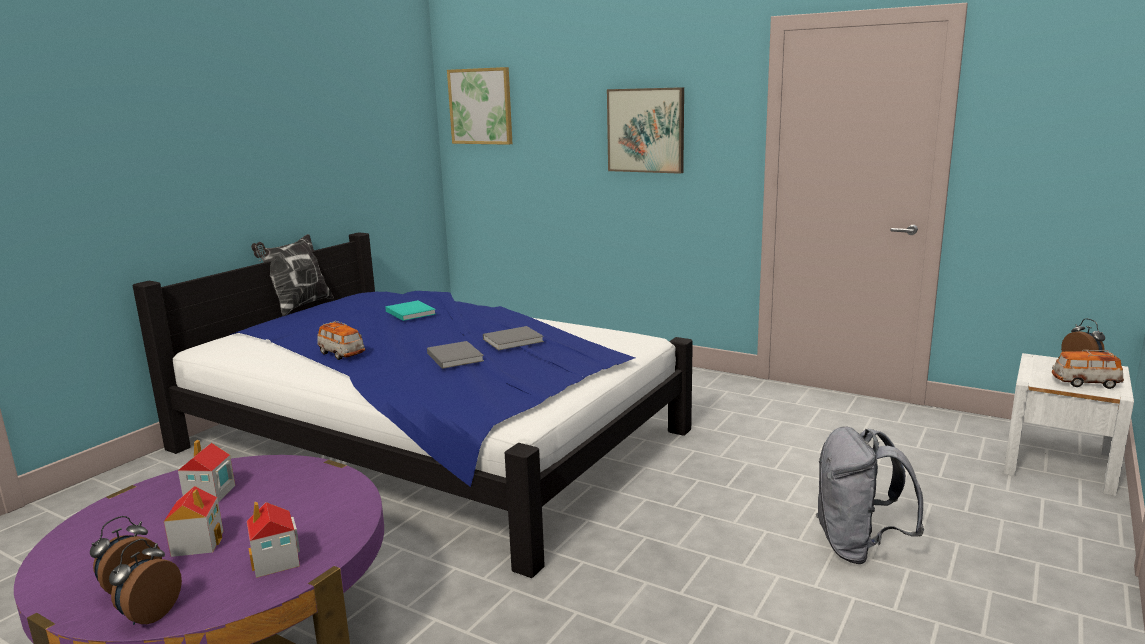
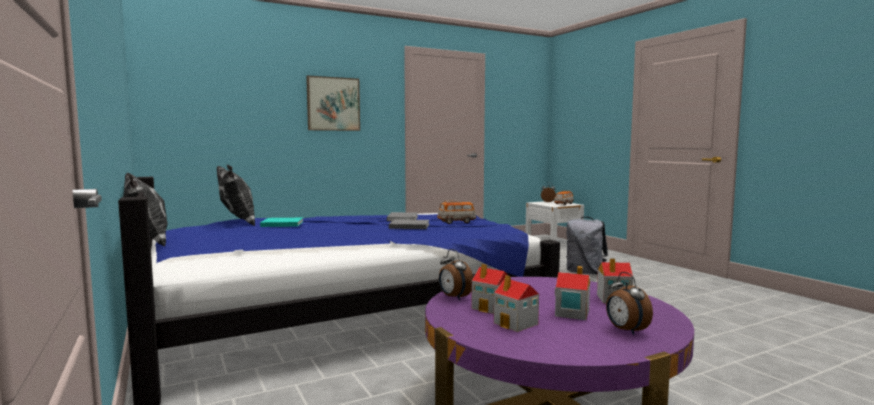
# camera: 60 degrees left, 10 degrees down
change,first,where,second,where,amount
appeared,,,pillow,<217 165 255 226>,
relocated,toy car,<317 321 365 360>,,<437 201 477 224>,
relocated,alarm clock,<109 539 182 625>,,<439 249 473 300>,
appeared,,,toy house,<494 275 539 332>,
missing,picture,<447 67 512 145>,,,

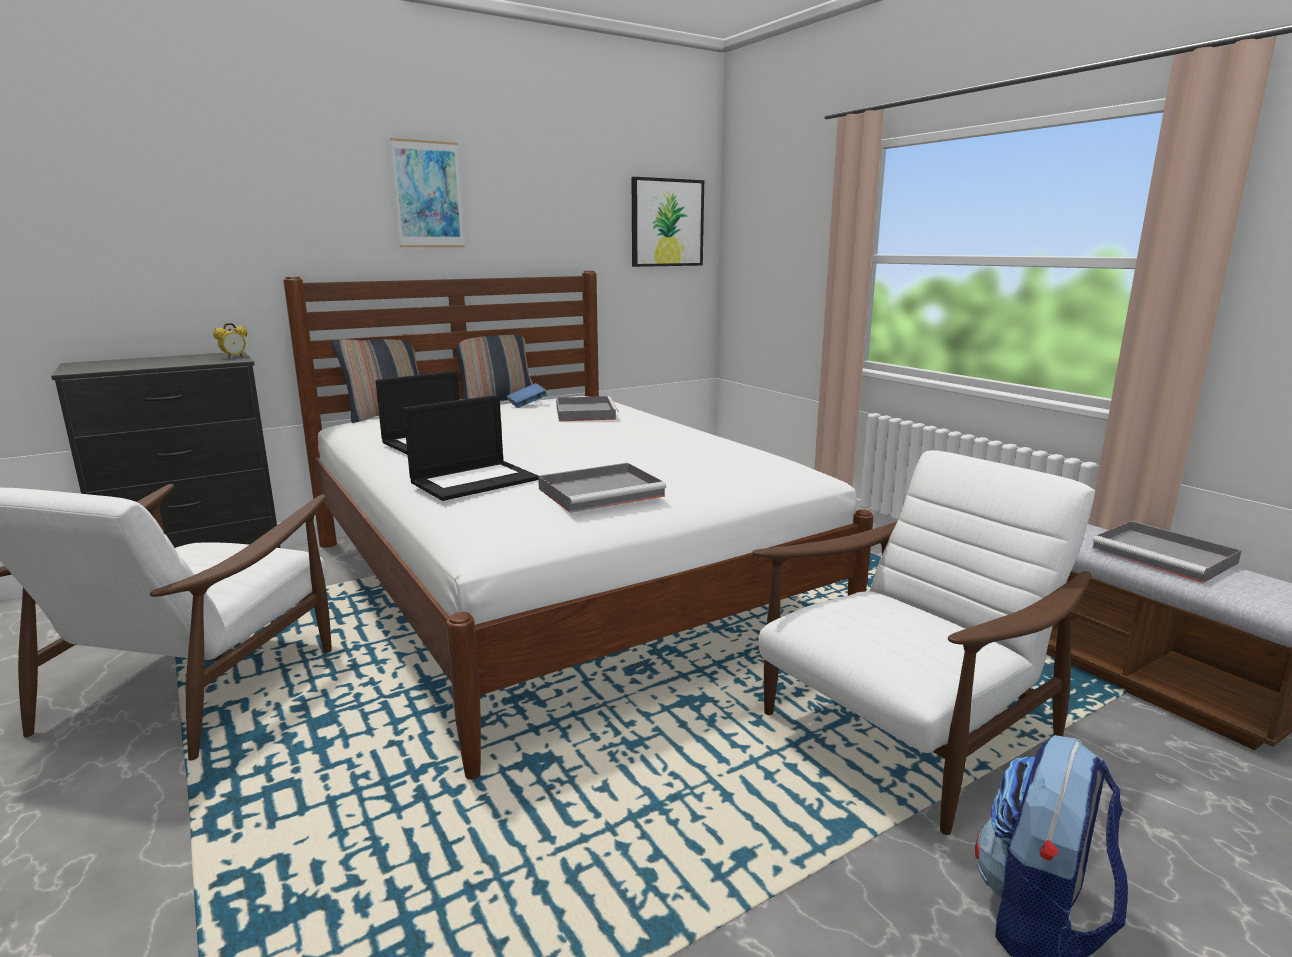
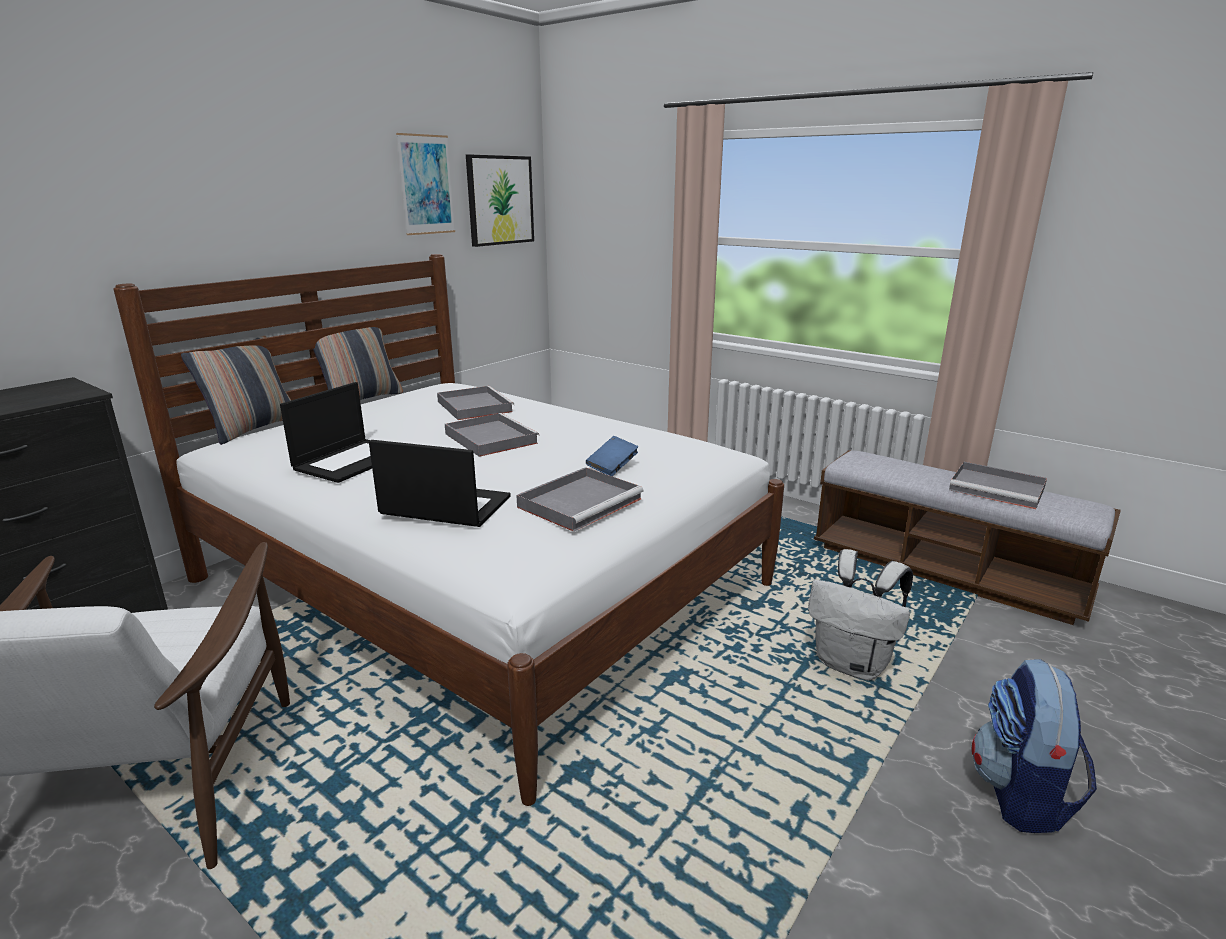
# camera: 20 degrees left, 5 degrees up
change,first,where,second,where,amount
spun,laptop,<403 395 538 501>,,<369 440 511 527>,105 degrees counterclockwise
relocated,picture,<390 138 465 247>,,<396 133 455 235>,
appeared,,,tray (grey),<445 413 539 457>,
relocated,book (blue),<507 383 547 408>,,<586 436 639 476>,
exchanged,armchair (white),<752 450 1095 835>,backpack (white),<808 549 913 680>,
missing,alarm clock,<213 323 247 358>,,,

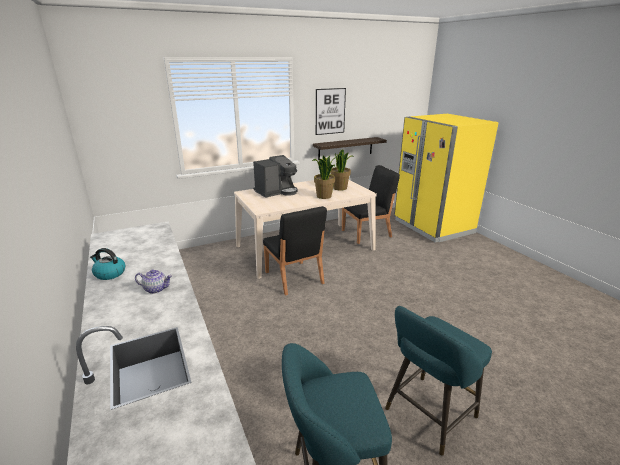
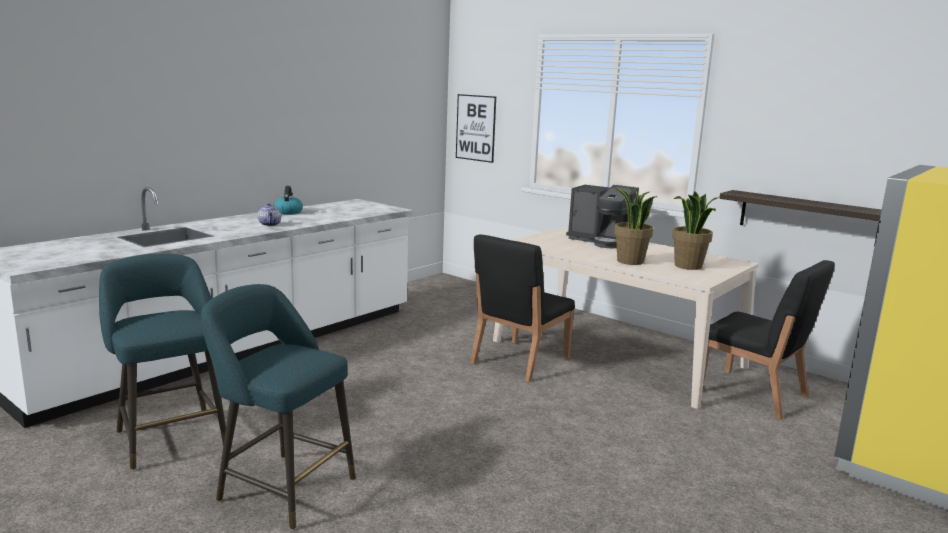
# camera: 65 degrees right, 10 degrees down
change,first,where,second,where,amount
relocated,picture,<316 88 346 135>,,<456 94 496 163>,

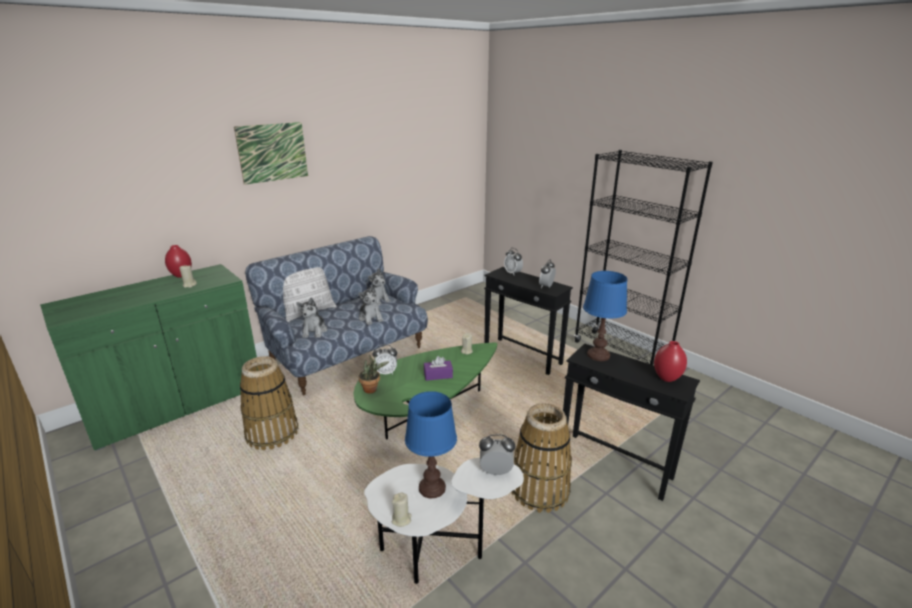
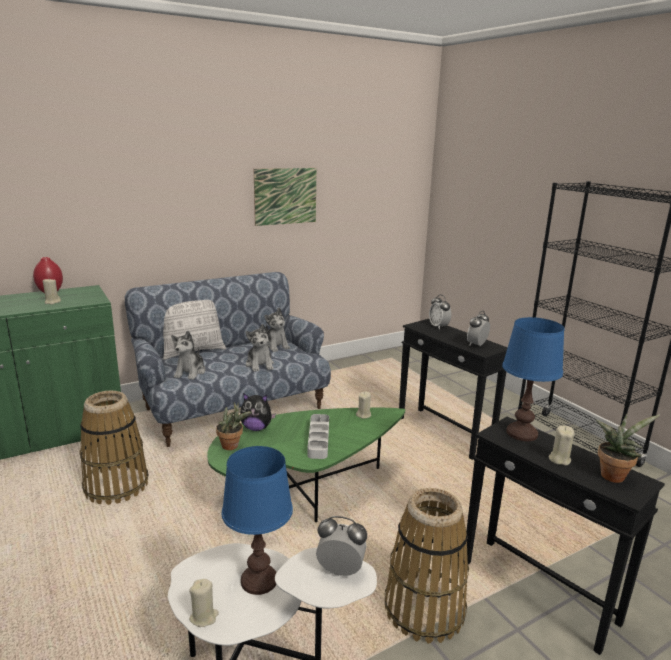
# camera: 10 degrees right, 5 degrees down
change,first,where,second,where,amount
exchanged,alarm clock,<372 344 397 374>,plush toy,<240 393 276 431>,
relocated,picture,<234 122 308 185>,,<254 168 317 226>,
exchanged,tissue box (purple),<424 356 453 381>,tray (grey),<307 414 329 459>,
appeared,,,candle (beige),<549 426 574 465>,
exchanged,vase (red),<654 341 687 382>,potted plant,<595 414 660 483>,

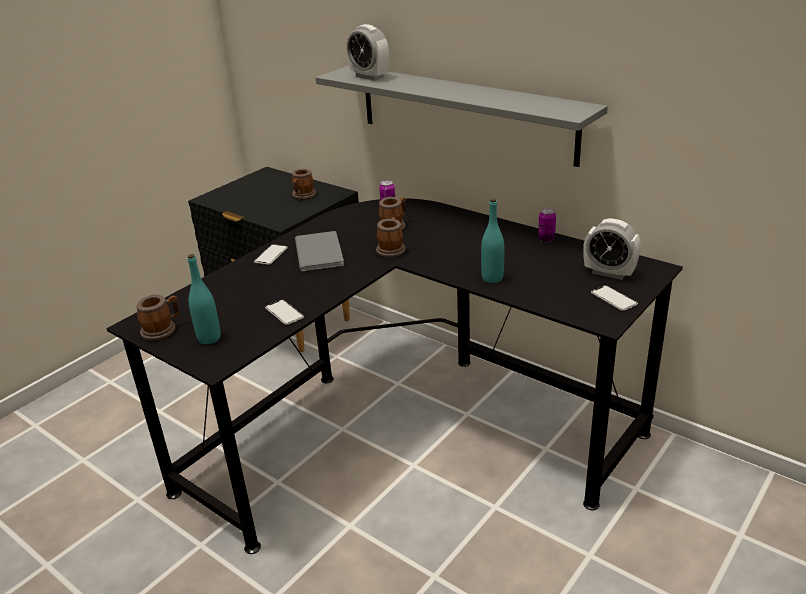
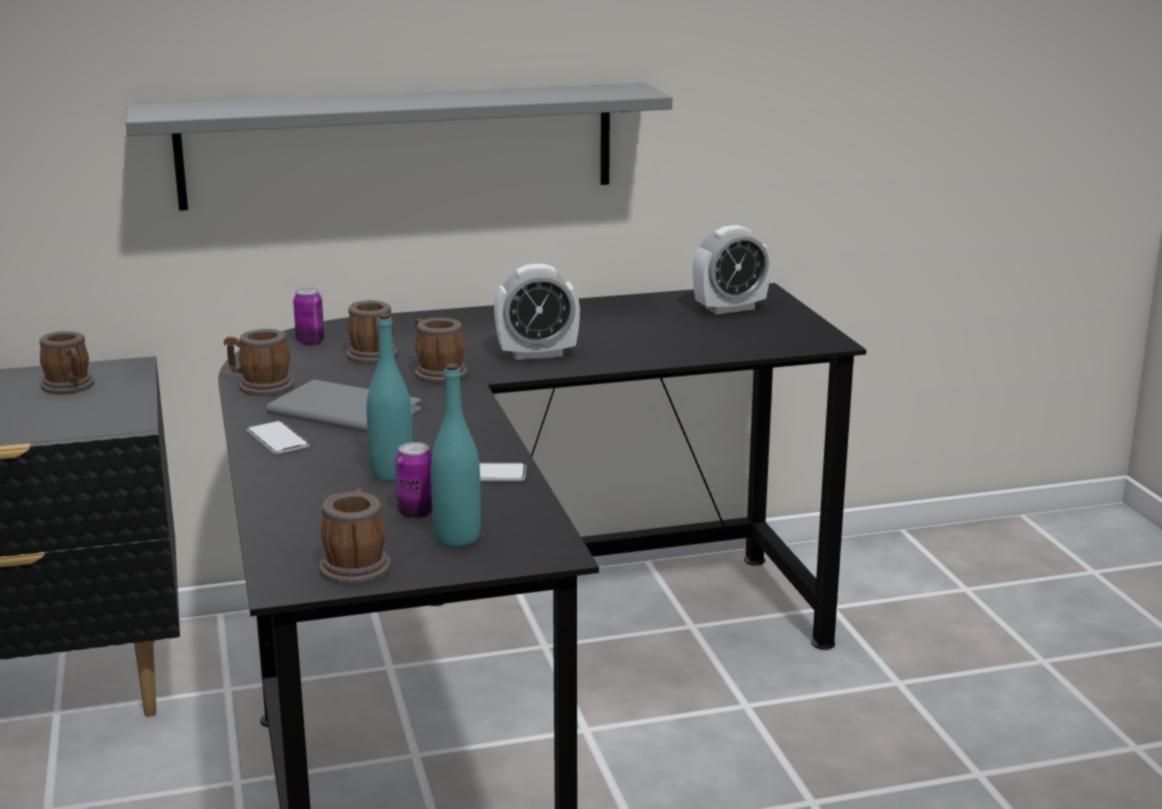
# camera: 55 degrees left, 10 degrees down
change,first,where,second,where,amount
appeared,,,mug,<224 329 294 396>,
relocated,bottle (turquoise),<481 198 504 283>,,<367 313 413 481>,
relocated,can,<538 208 556 243>,,<395 442 432 519>,
relocated,alarm clock,<347 24 389 81>,,<494 264 580 360>,
missing,phone,<591 285 638 311>,,,

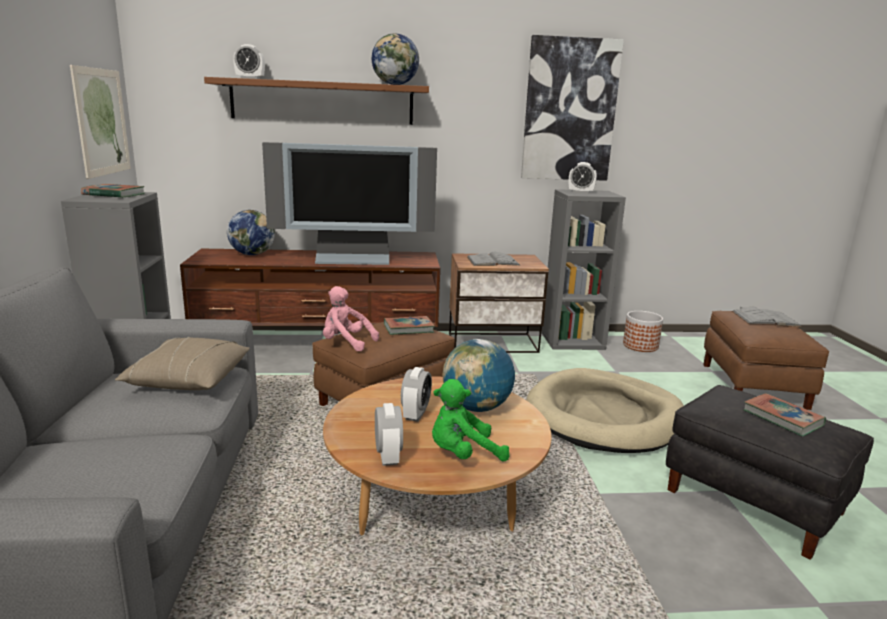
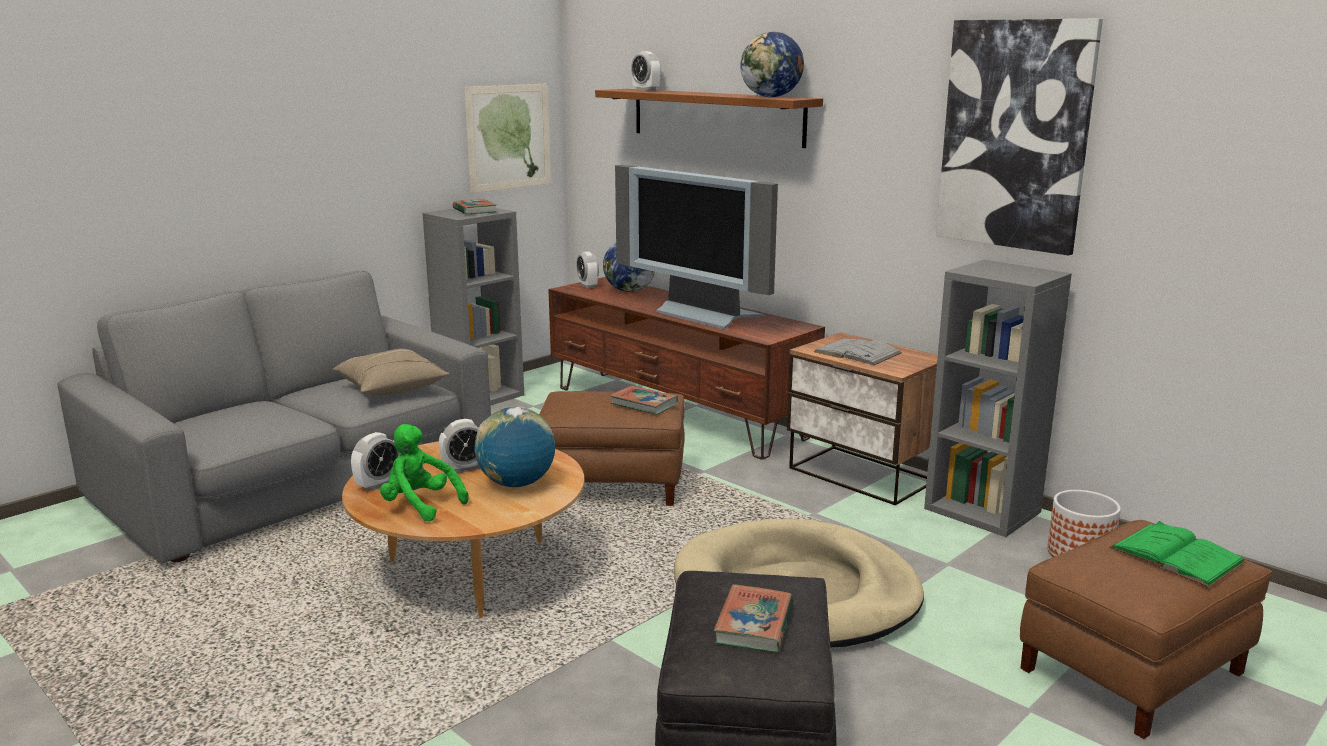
# camera: 50 degrees right, 0 degrees up
change,first,where,second,where,amount
relocated,alarm clock,<569 162 597 194>,,<577 251 599 288>,
colour,book (grey),<732 307 802 327>,book (green),<1109 521 1246 587>,
missing,plush toy (pink),<323 286 379 351>,,,

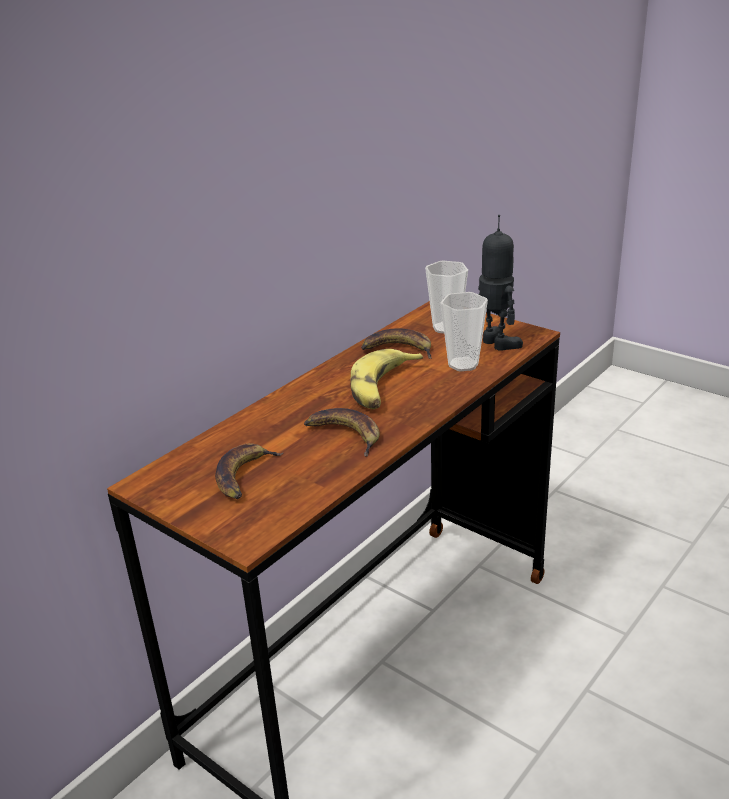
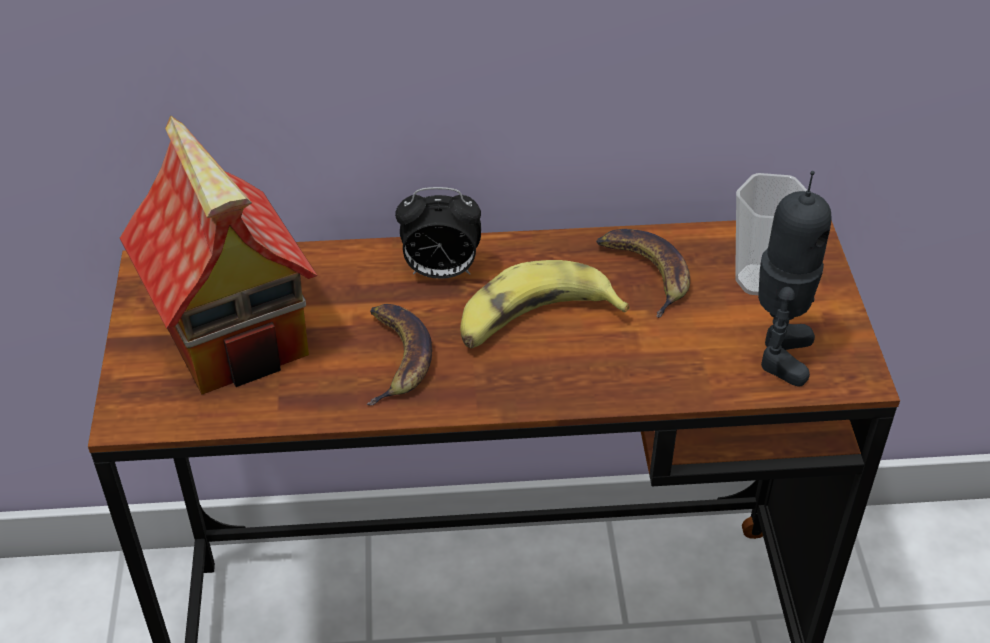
# camera: 45 degrees right, 15 degrees up
change,first,where,second,where,amount
exchanged,banana,<215 444 284 499>,toy house,<120 115 318 394>,
appeared,,,alarm clock,<395 187 481 279>,
missing,cup,<440 292 488 372>,,,

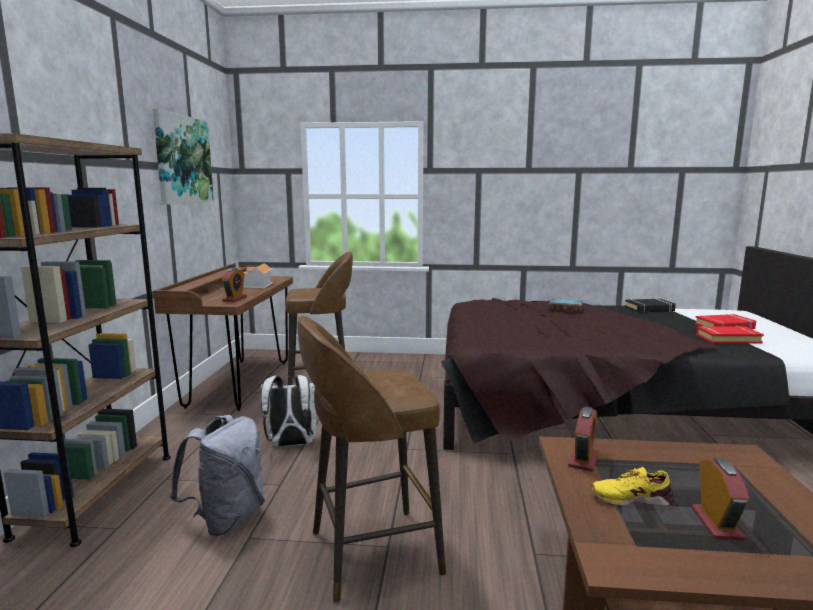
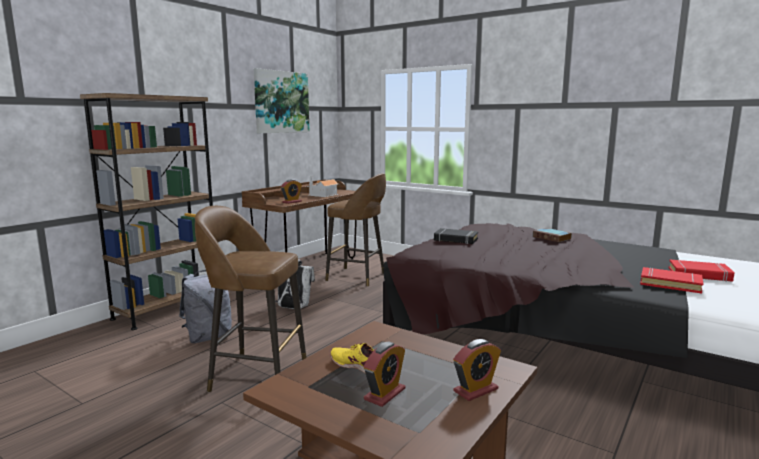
# camera: 30 degrees right, 0 degrees up
change,first,where,second,where,amount
relocated,book (black),<624 299 676 312>,,<434 228 478 244>,
relocated,alarm clock,<568 407 599 472>,,<453 339 501 401>,

